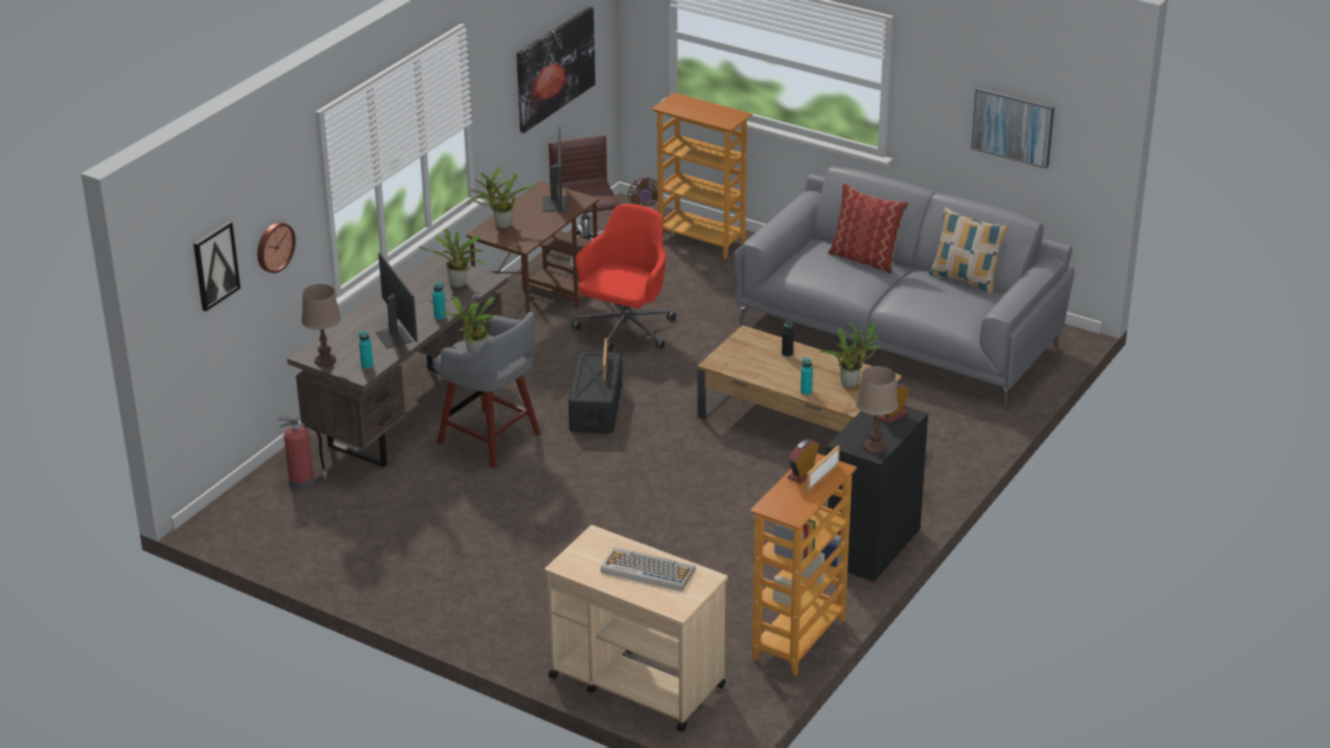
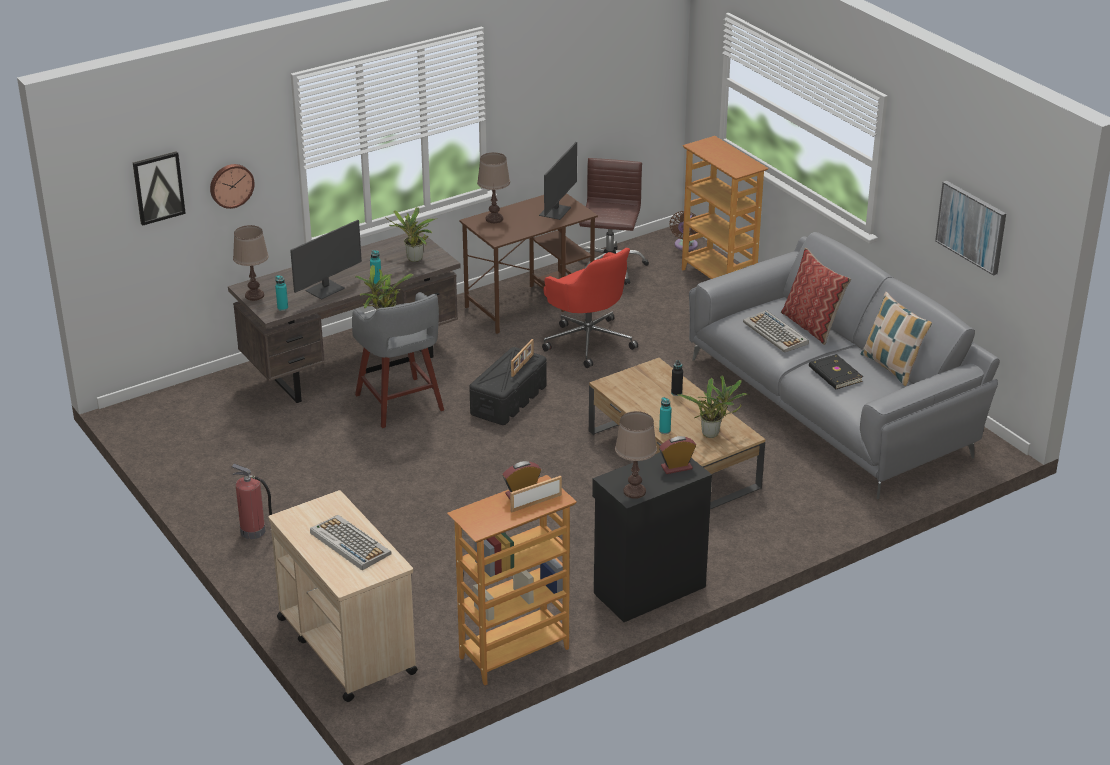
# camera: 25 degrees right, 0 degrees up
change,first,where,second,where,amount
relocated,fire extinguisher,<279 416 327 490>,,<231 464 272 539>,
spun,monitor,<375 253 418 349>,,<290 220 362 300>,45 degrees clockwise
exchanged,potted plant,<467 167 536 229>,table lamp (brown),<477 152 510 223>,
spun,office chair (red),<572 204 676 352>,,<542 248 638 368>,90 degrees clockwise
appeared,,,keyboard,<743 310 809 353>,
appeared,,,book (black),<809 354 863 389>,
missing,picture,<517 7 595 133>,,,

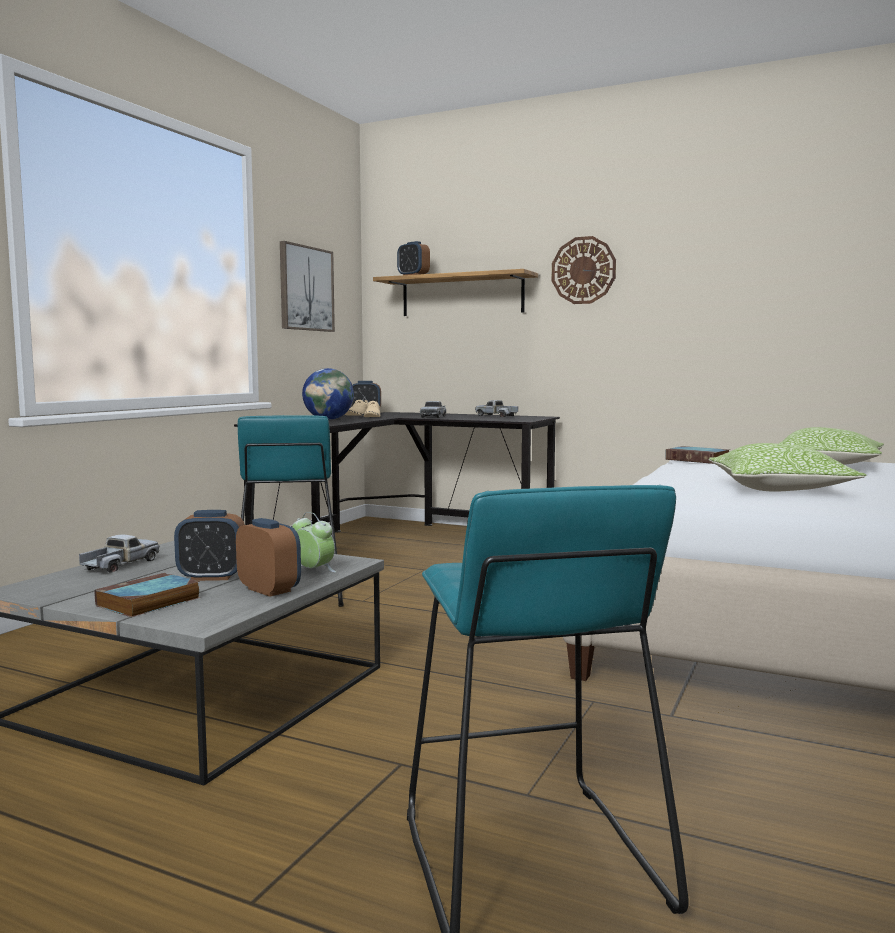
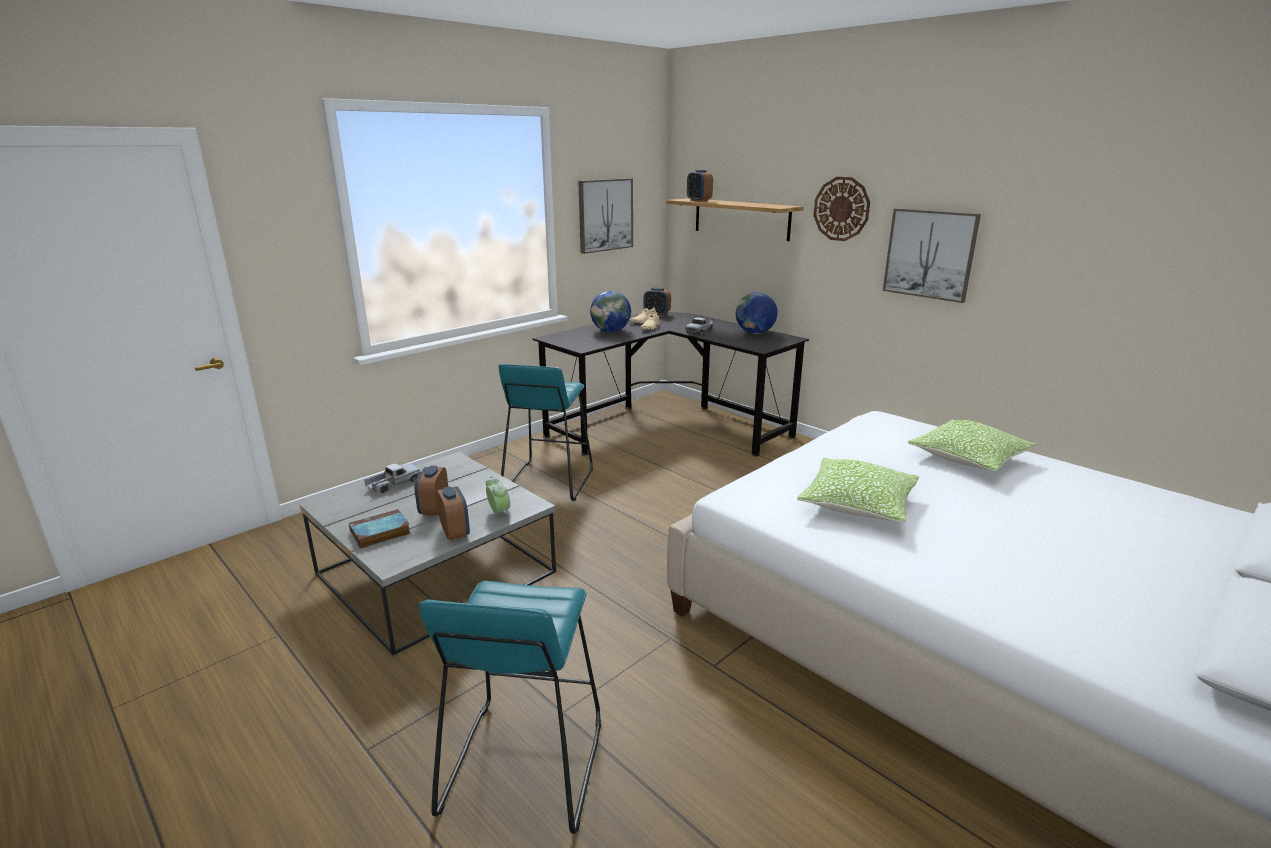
# camera: 20 degrees right, 15 degrees up
change,first,where,second,where,amount
spun,alarm clock,<174 510 245 581>,,<415 466 448 516>,75 degrees clockwise
exchanged,toy truck,<475 400 518 417>,globe,<736 292 778 334>,
appeared,,,picture,<883 208 981 303>,
missing,book,<665 446 729 464>,,,

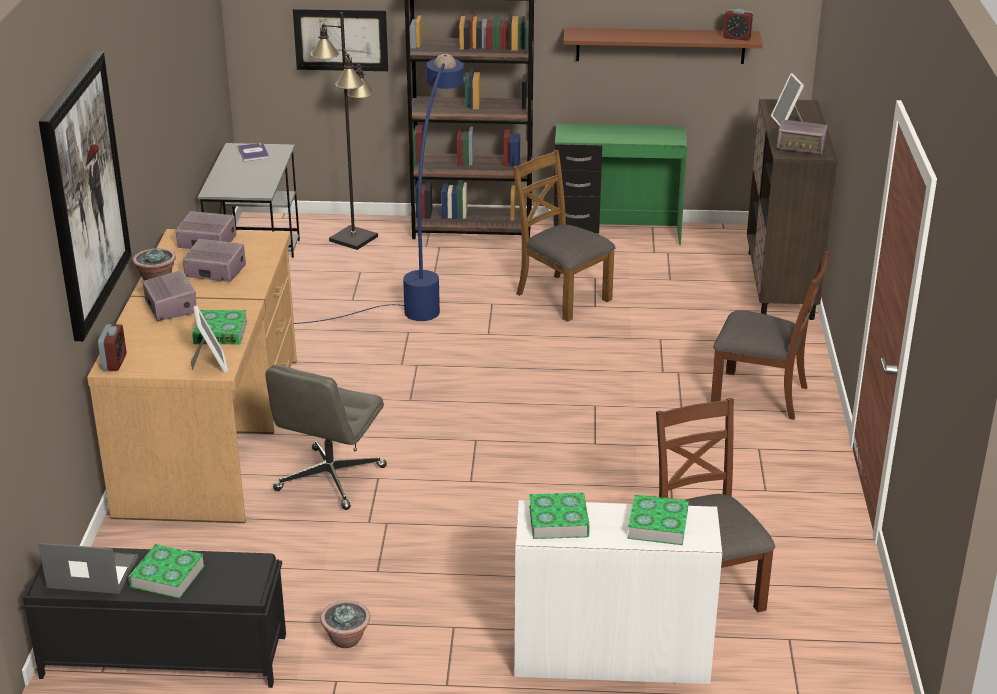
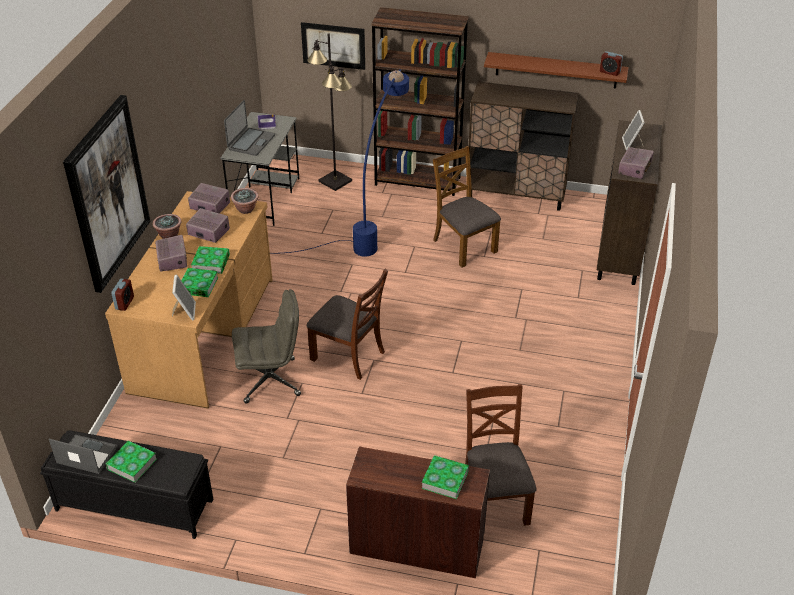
# camera: 10 degrees right, 10 degrees up
change,first,where,second,where,amount
relocated,book,<529 493 590 539>,,<191 246 230 274>,
appeared,,,laptop,<224 100 275 156>,
relocated,potted plant,<320 600 370 648>,,<231 188 259 214>,
spun,office chair (grey),<266 365 387 510>,,<232 289 301 403>,135 degrees counterclockwise
relocated,chair (brown),<711 251 830 420>,,<307 269 388 380>,
colour,desk (white),<514 500 722 684>,desk (brown),<346 446 490 578>,
exchanged,desk (green),<553 124 687 245>,cabinet (brown),<469 82 579 211>,
spun,radio,<777 120 827 154>,,<618 147 654 179>,90 degrees counterclockwise

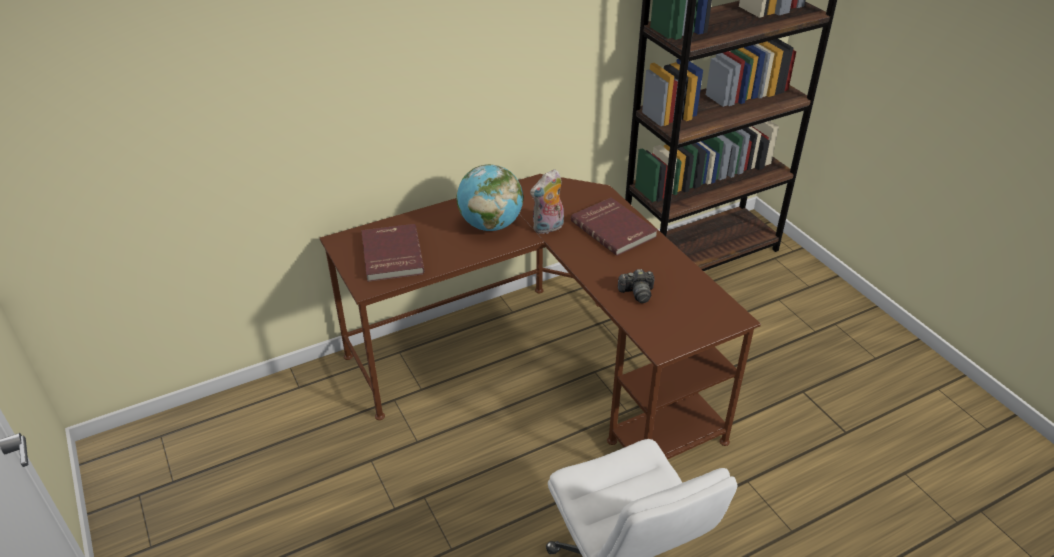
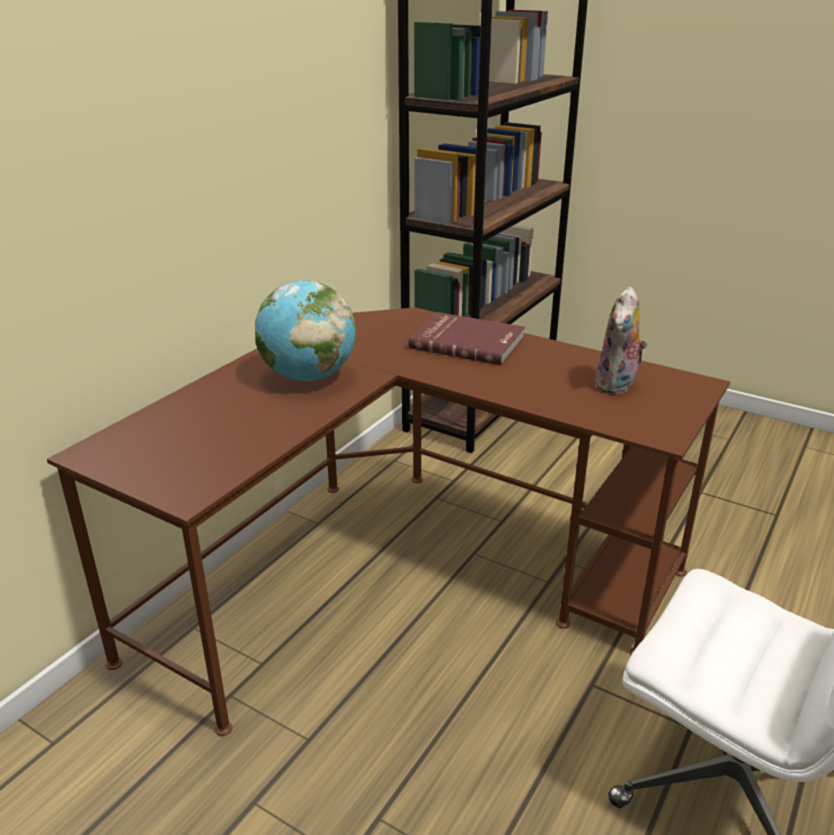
# camera: 30 degrees left, 10 degrees down
change,first,where,second,where,amount
relocated,plush toy,<530 169 564 234>,,<595 286 648 394>,
missing,book (red),<361 224 425 282>,,,
missing,photo camera,<618 269 655 303>,,,

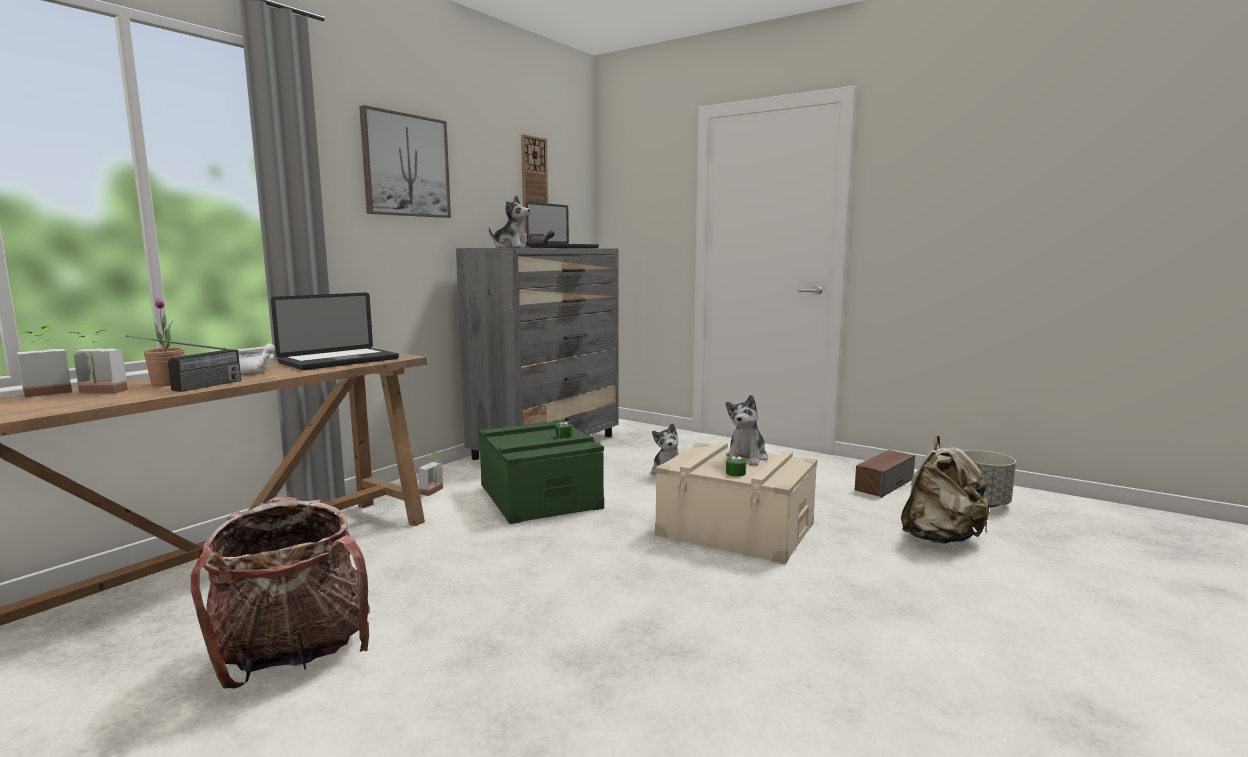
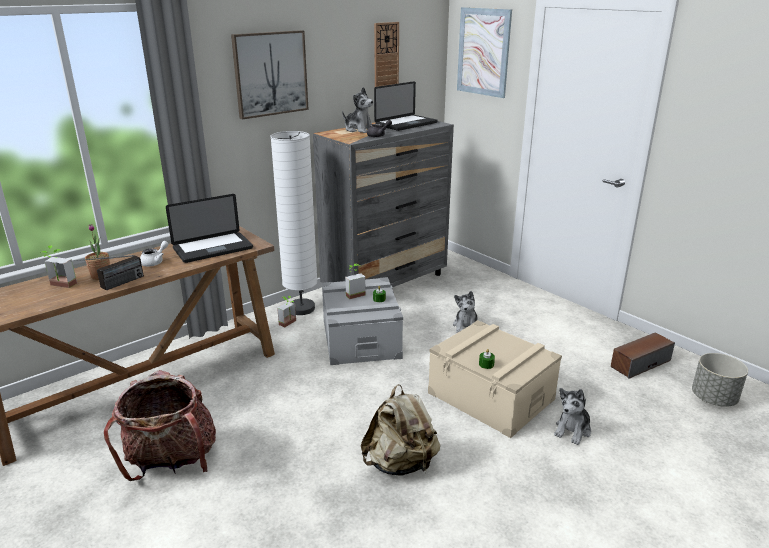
# camera: 15 degrees right, 15 degrees up
change,first,where,second,where,amount
appeared,,,floor lamp (white),<270 131 318 315>,
colour,storage box (green),<479 420 604 524>,storage box (grey),<322 277 403 365>,
relocated,potted plant,<17 326 72 398>,,<345 264 366 299>,
relocated,backpack (beige),<901 436 991 544>,,<361 384 440 476>,
appeared,,,picture,<457 7 512 98>,
relocated,plush toy,<726 395 768 466>,,<554 388 591 445>,

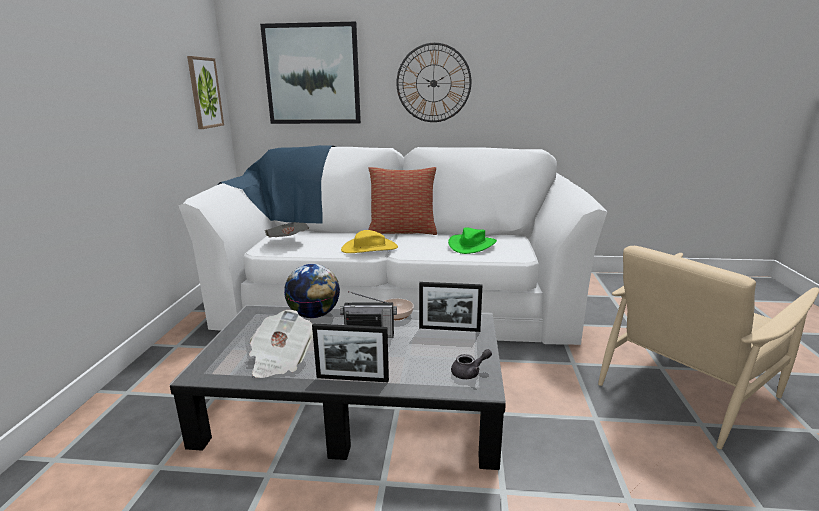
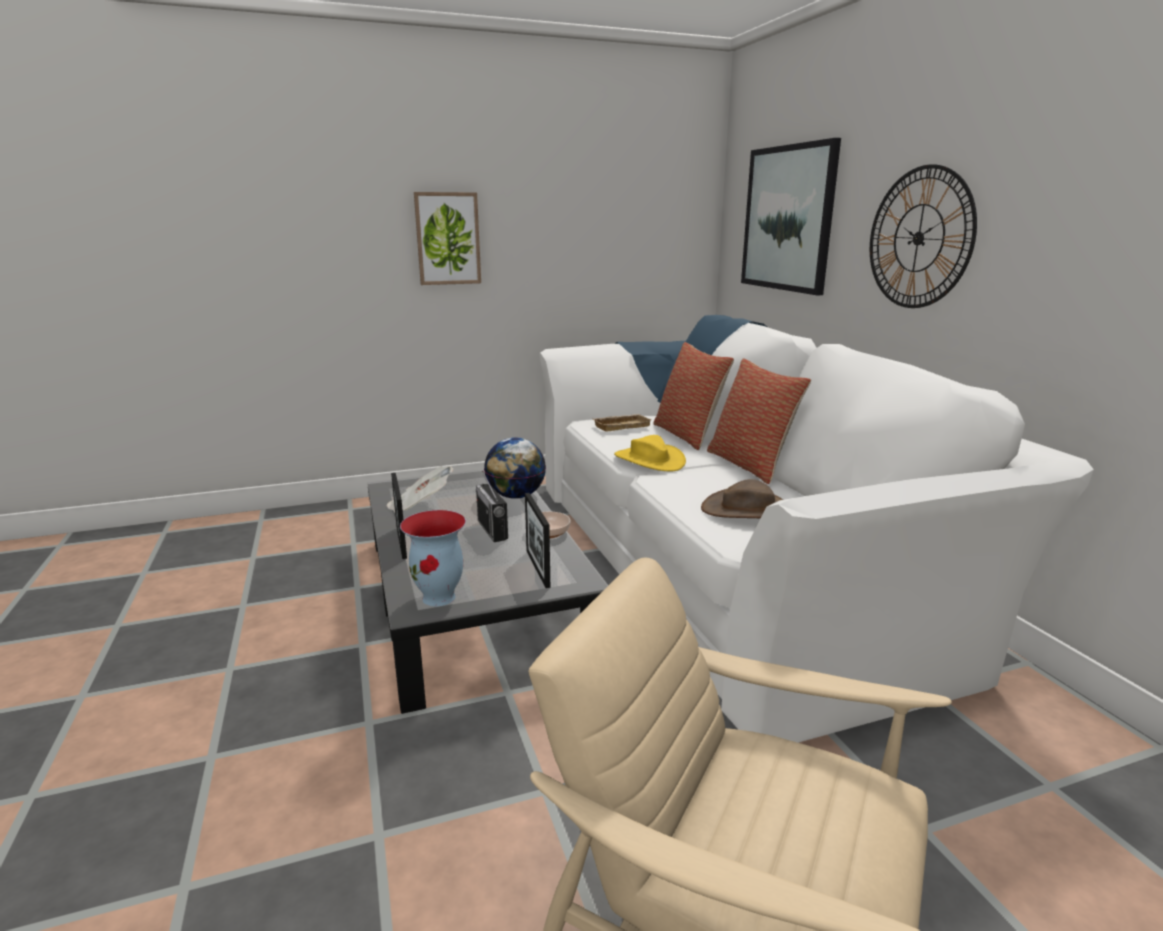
# camera: 65 degrees right, 0 degrees up
change,first,where,second,where,amount
exchanged,teapot (grey),<451 349 492 379>,vase,<400 510 466 606>,
relocated,picture,<187 56 224 129>,,<414 192 481 285>,
exchanged,newspaper,<265 222 309 237>,tray (beige),<593 414 651 432>,
appeared,,,pillow,<654 342 734 450>,
colour,hat (green),<448 227 497 254>,hat (brown),<701 479 783 518>,

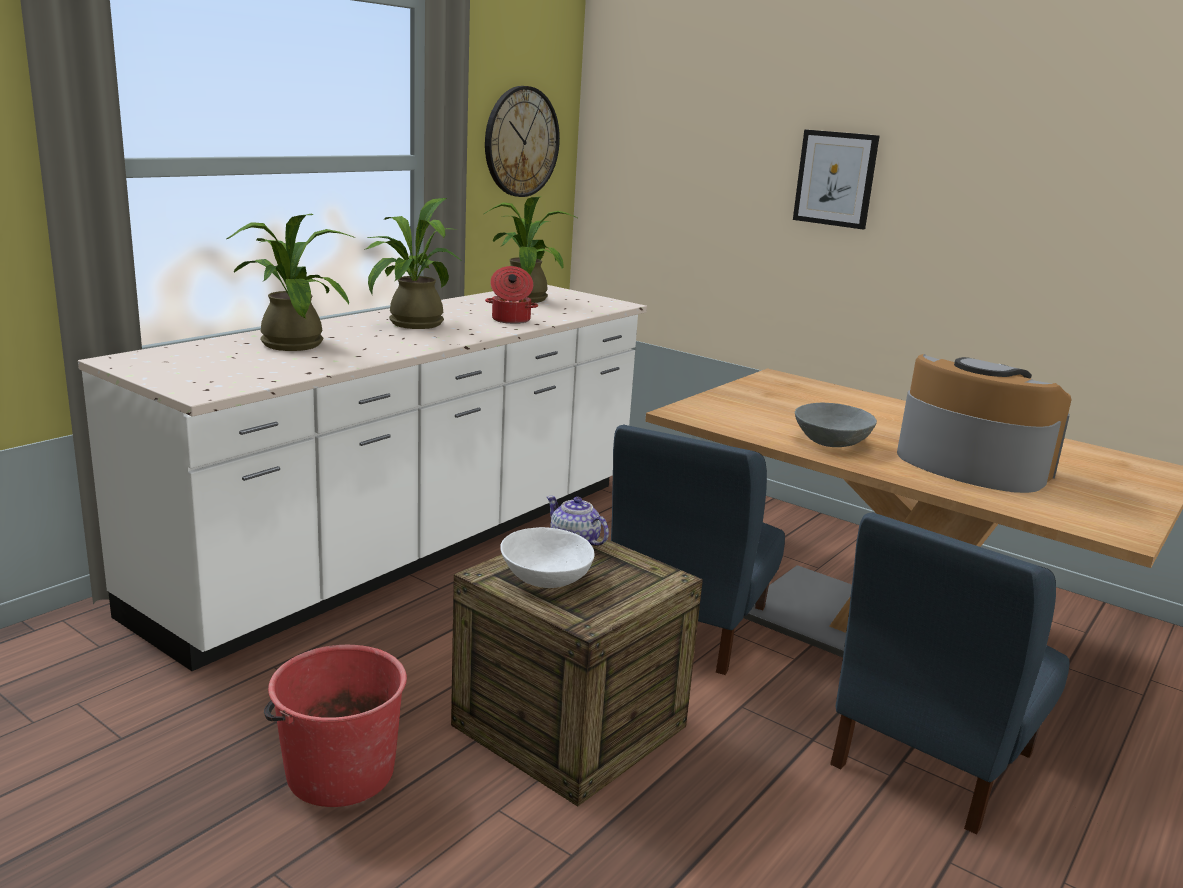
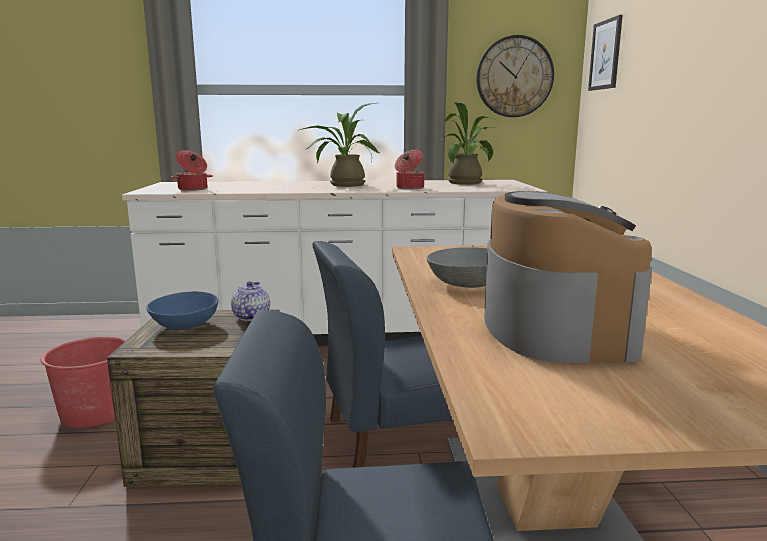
# camera: 50 degrees right, 5 degrees down
change,first,where,second,where,amount
colour,bowl (white),<500 527 595 588>,bowl (blue),<146 292 219 330>,
appeared,,,cooking pot,<171 150 213 191>,
relocated,picture,<793 130 880 230>,,<588 15 623 91>,
missing,potted plant,<227 214 355 351>,,,

